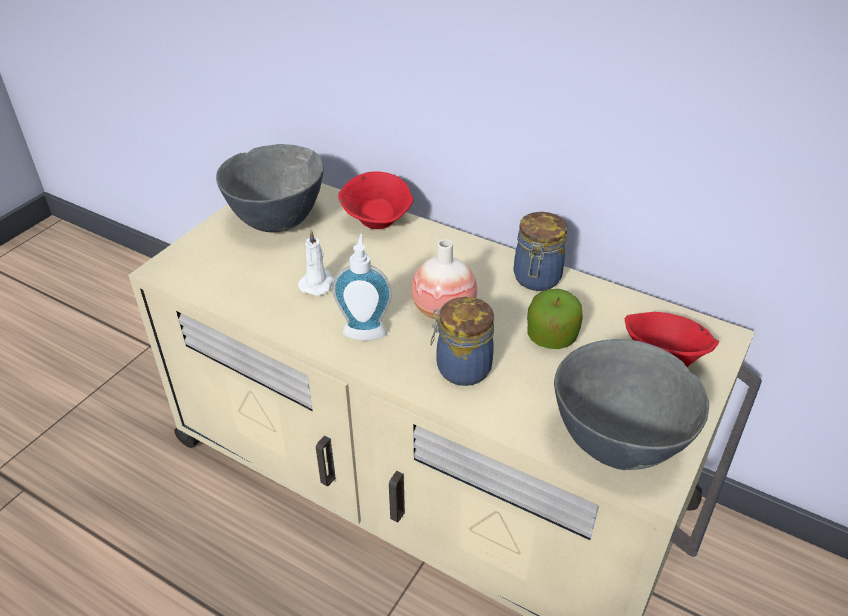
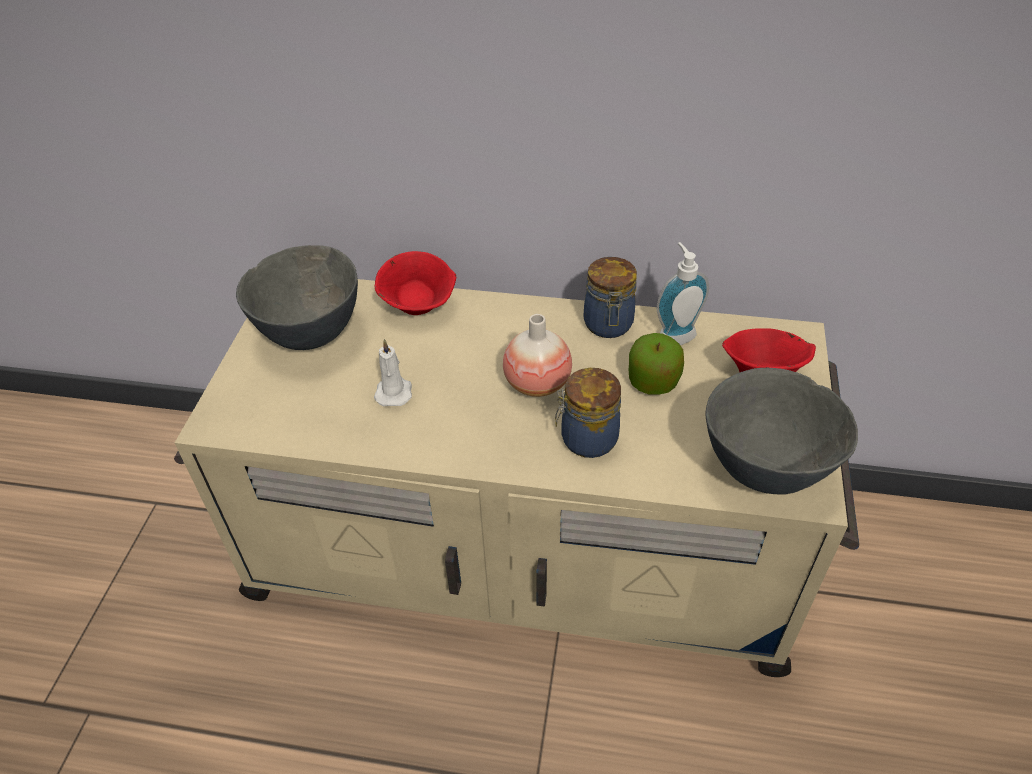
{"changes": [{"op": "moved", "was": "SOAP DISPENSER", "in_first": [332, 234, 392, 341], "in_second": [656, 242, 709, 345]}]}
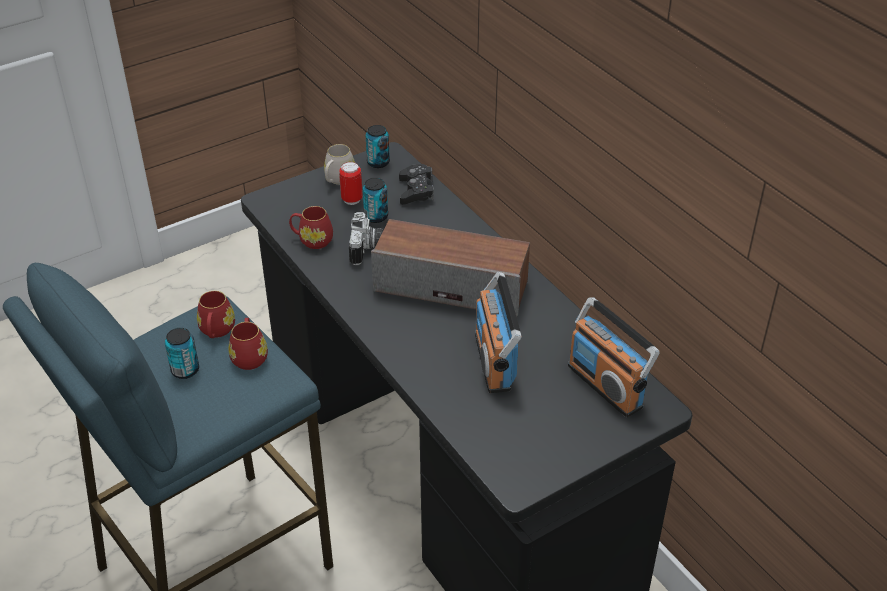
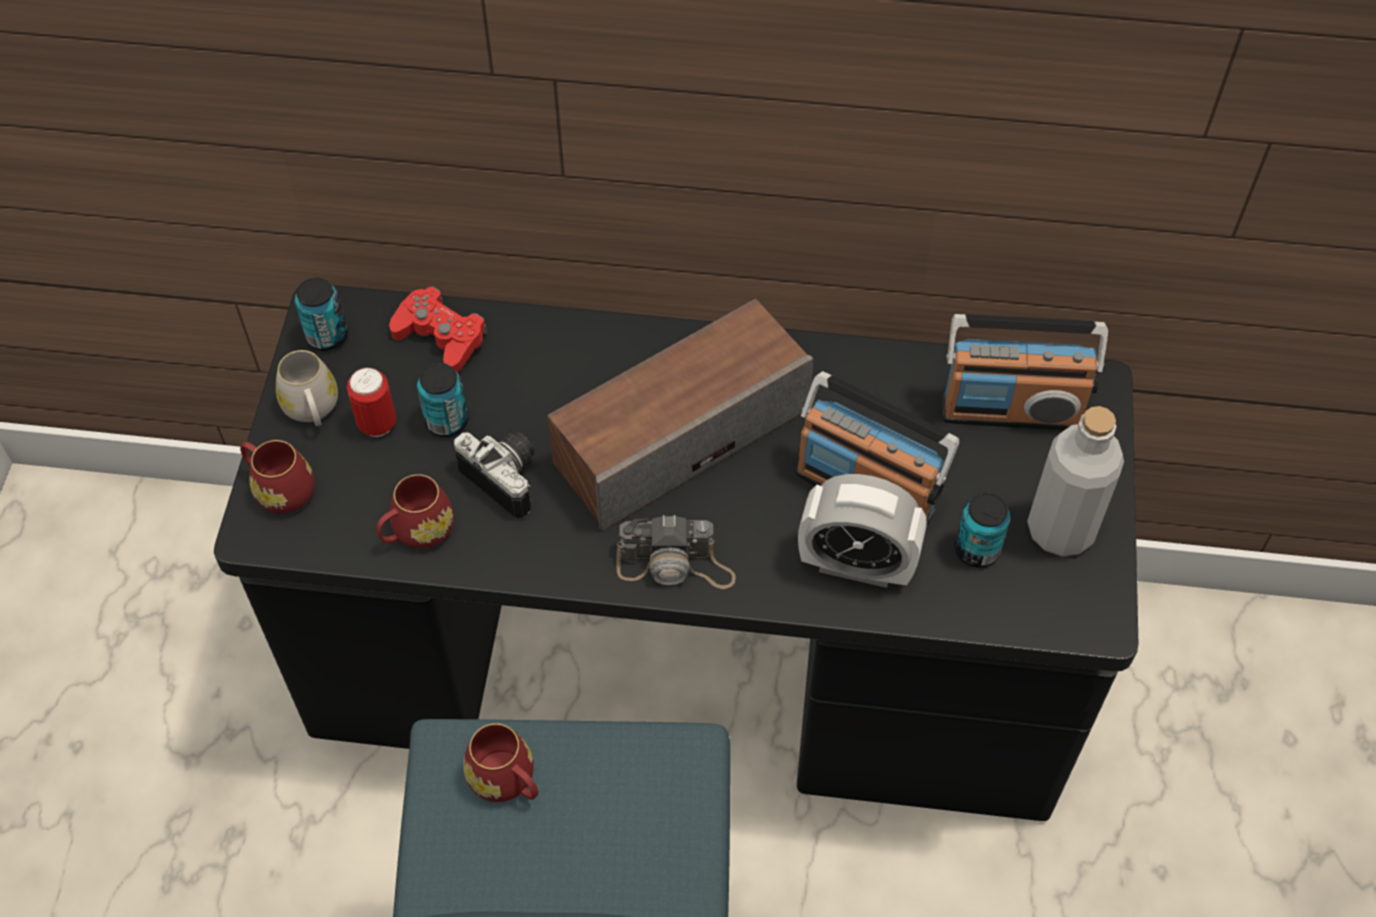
{"changes": [{"op": "recoloured", "was": "BLACK GAME CONTROLLER", "now": "RED GAME CONTROLLER", "in_first": [399, 164, 434, 205], "in_second": [389, 287, 487, 372]}, {"op": "moved", "was": "RED MUG", "in_first": [228, 318, 268, 370], "in_second": [240, 440, 314, 514]}, {"op": "moved", "was": "CAN", "in_first": [165, 328, 199, 379], "in_second": [954, 493, 1010, 568]}, {"op": "added", "now": "GREY BOTTLE", "in_second": [1027, 406, 1124, 556]}, {"op": "added", "now": "ALARM CLOCK", "in_second": [798, 474, 927, 588]}, {"op": "added", "now": "PHOTO CAMERA", "in_second": [616, 515, 736, 589]}]}
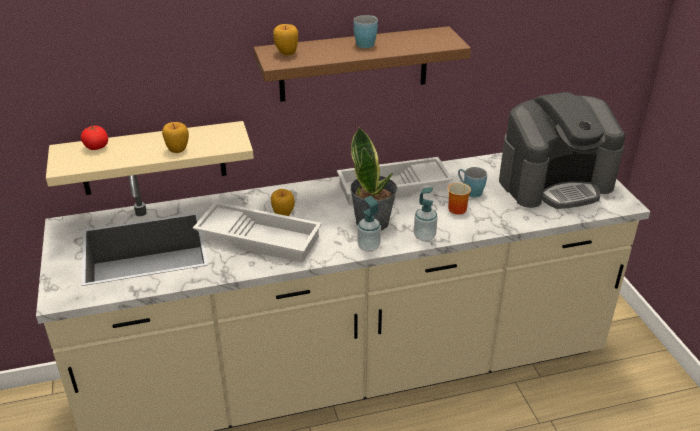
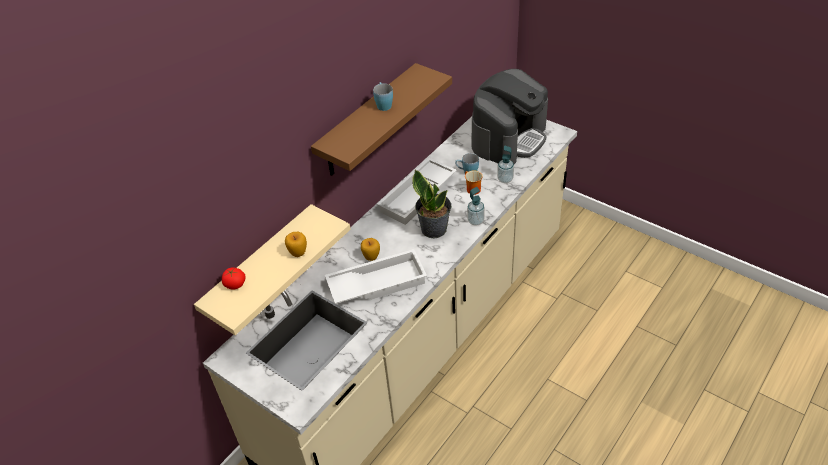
{"changes": [{"op": "removed", "was": "APPLE", "in_first": [273, 24, 298, 55]}, {"op": "moved", "was": "SOAP DISPENSER", "in_first": [357, 196, 381, 252], "in_second": [497, 146, 514, 183]}]}
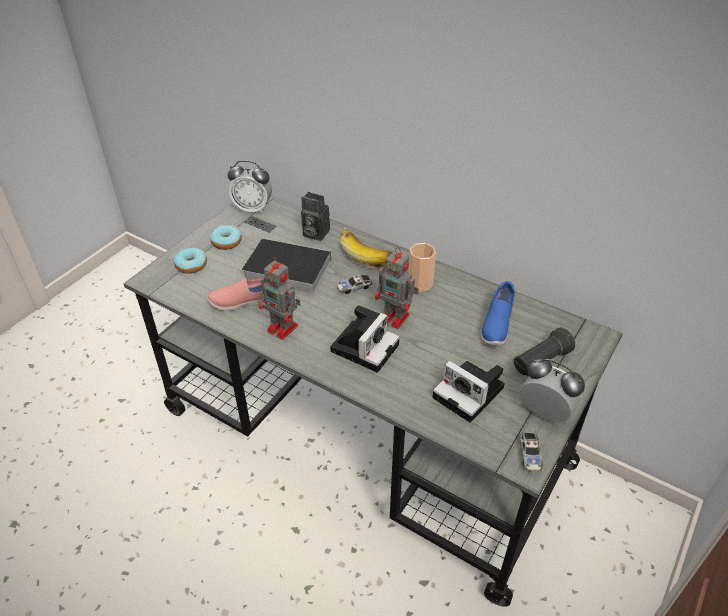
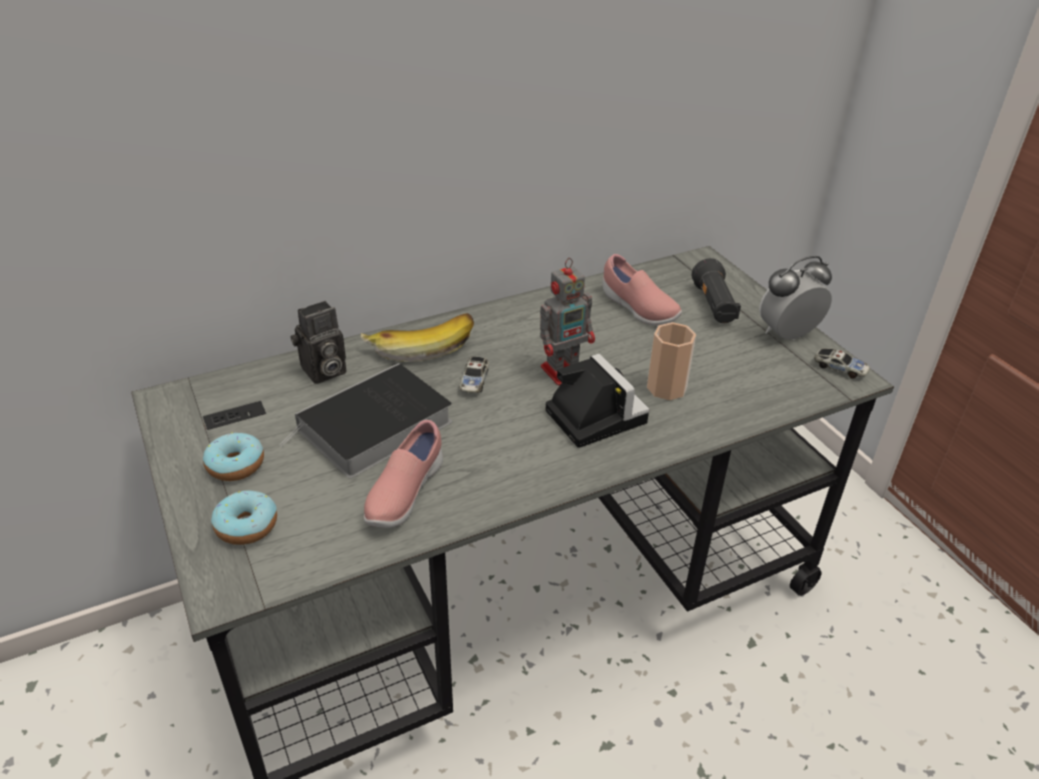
{"changes": [{"op": "removed", "was": "ALARM CLOCK", "in_first": [227, 160, 272, 214]}, {"op": "moved", "was": "CUP", "in_first": [408, 243, 436, 292], "in_second": [647, 322, 696, 400]}, {"op": "removed", "was": "TOY ROBOT", "in_first": [259, 258, 301, 340]}, {"op": "recoloured", "was": "BLUE SHOE", "now": "PINK SHOE", "in_first": [481, 281, 515, 345], "in_second": [602, 254, 682, 326]}, {"op": "removed", "was": "PHOTO CAMERA", "in_first": [432, 361, 505, 423]}]}
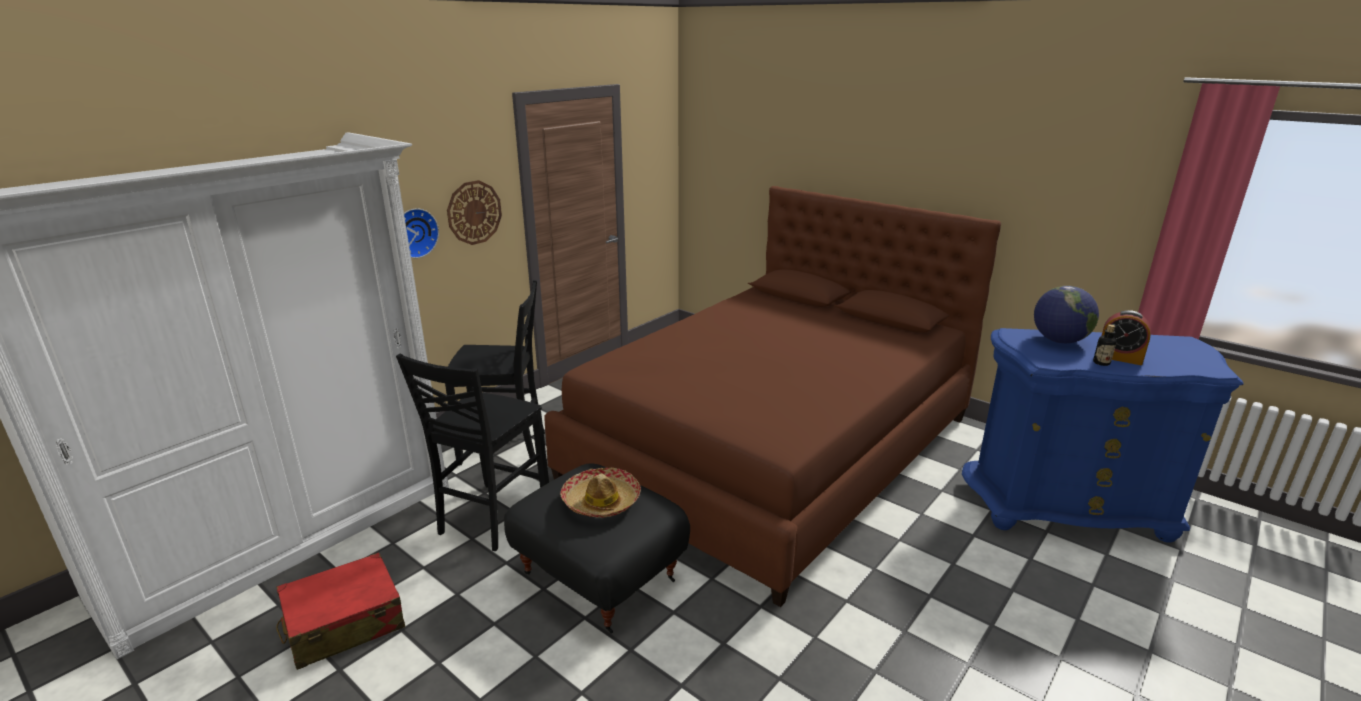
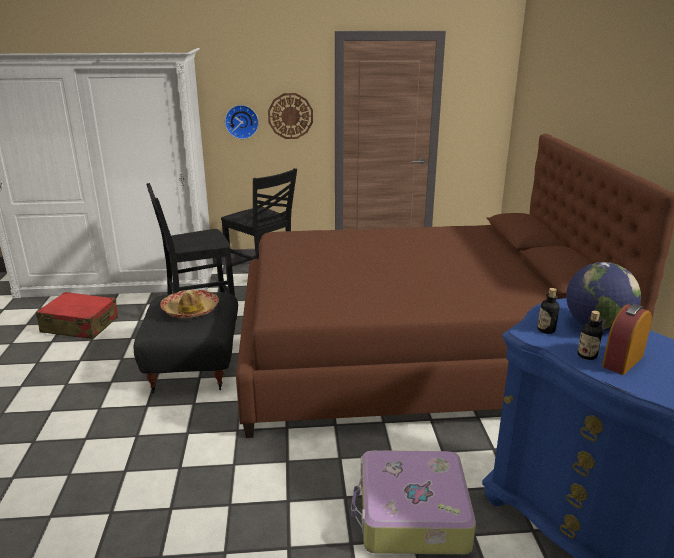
{"changes": [{"op": "turned", "was": "ALARM CLOCK", "in_first": [1102, 310, 1151, 365], "in_second": [602, 304, 652, 375], "clockwise": 60}, {"op": "added", "now": "BOTTLE", "in_second": [537, 288, 560, 334]}, {"op": "added", "now": "SUITCASE", "in_second": [351, 450, 476, 555]}]}
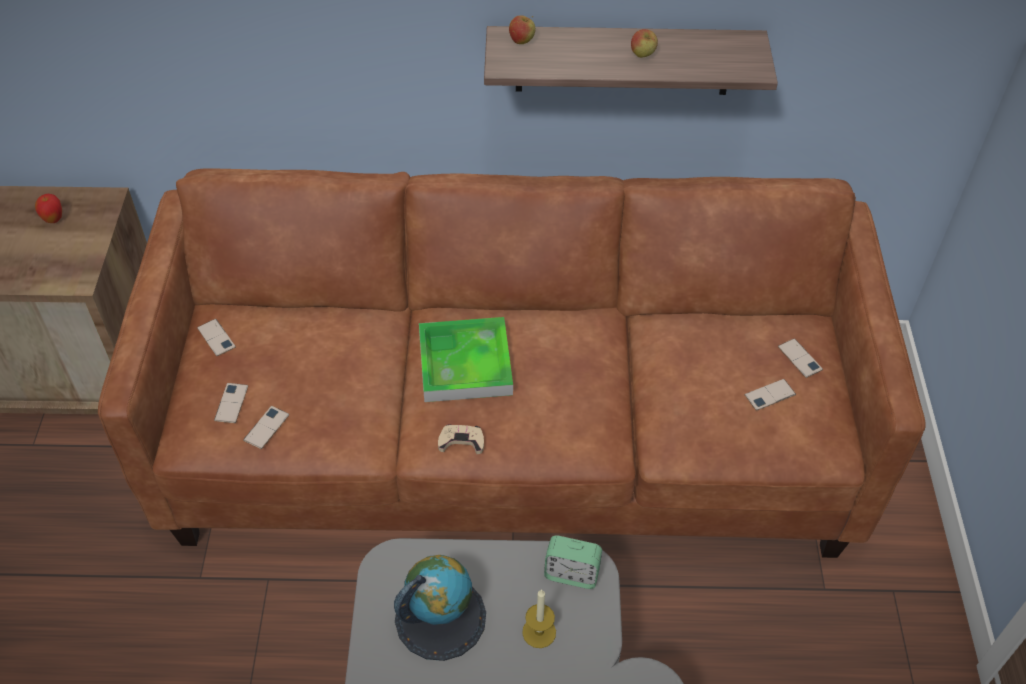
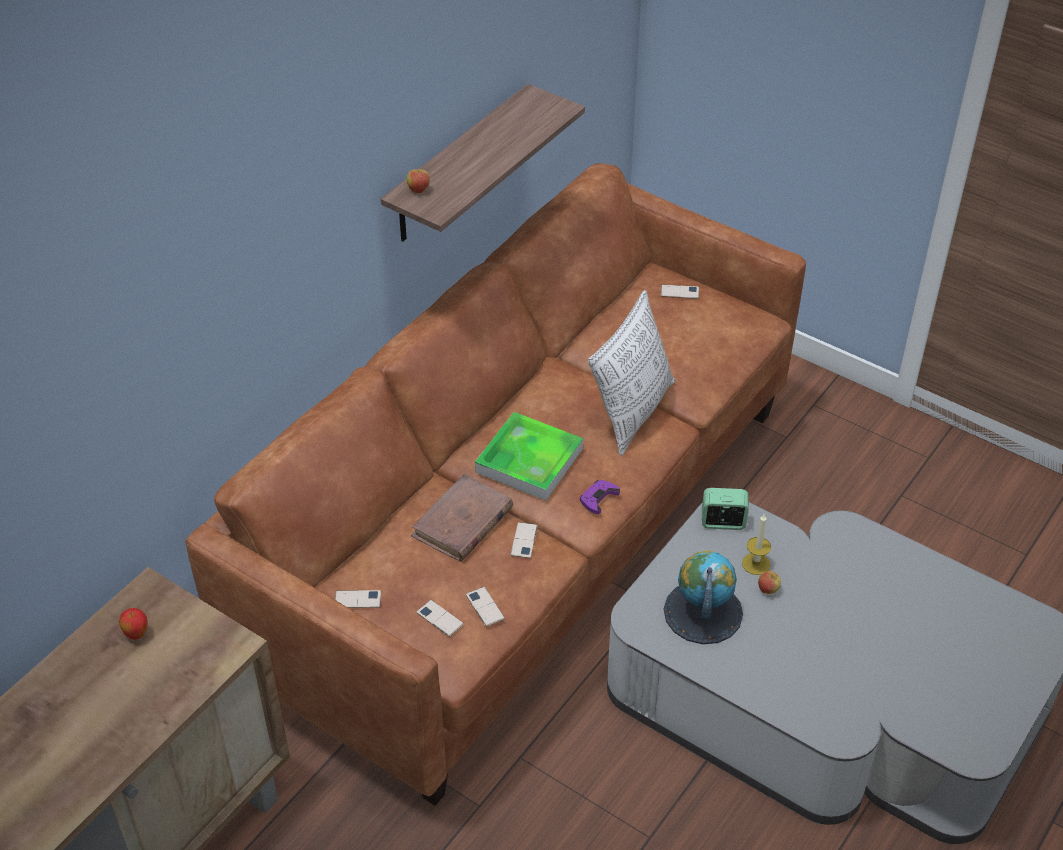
{"changes": [{"op": "moved", "was": "APPLE", "in_first": [631, 29, 658, 58], "in_second": [758, 571, 781, 594]}, {"op": "moved", "was": "PHONE", "in_first": [745, 379, 796, 411], "in_second": [510, 522, 538, 558]}, {"op": "recoloured", "was": "BEIGE GAME CONTROLLER", "now": "PURPLE GAME CONTROLLER", "in_first": [438, 424, 484, 454], "in_second": [580, 480, 620, 514]}, {"op": "turned", "was": "ALARM CLOCK", "in_first": [544, 535, 602, 589], "in_second": [702, 488, 749, 530], "clockwise": -135}, {"op": "added", "now": "PILLOW", "in_second": [588, 290, 675, 456]}, {"op": "added", "now": "BROWN BOOK", "in_second": [411, 474, 513, 562]}]}
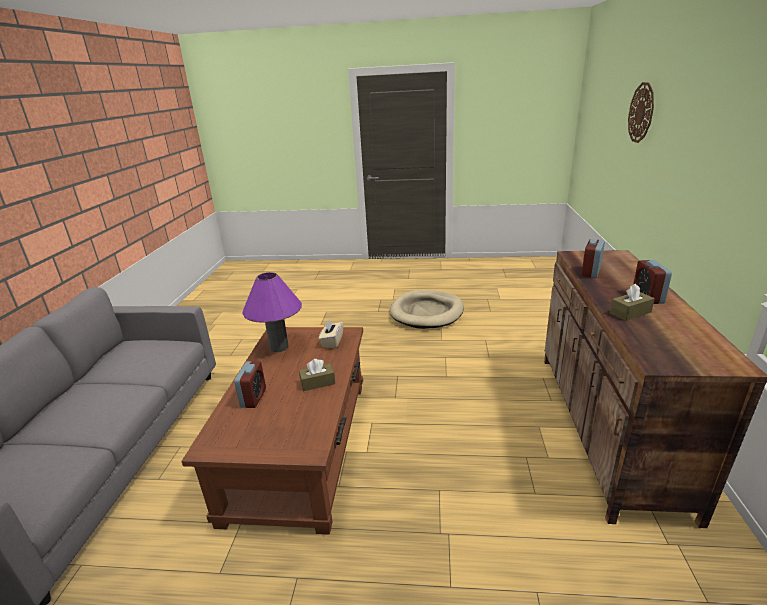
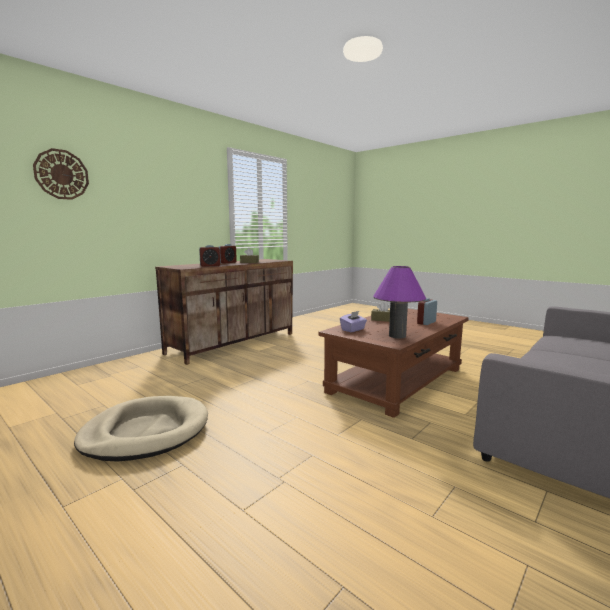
{"changes": [{"op": "recoloured", "was": "BEIGE TISSUE BOX", "now": "PURPLE TISSUE BOX", "in_first": [318, 319, 343, 348], "in_second": [340, 311, 367, 332]}]}
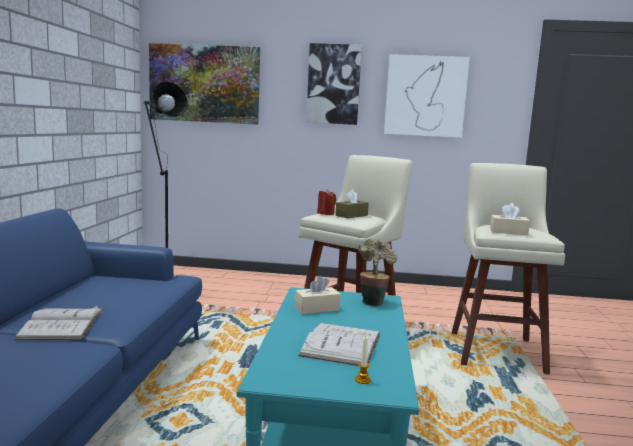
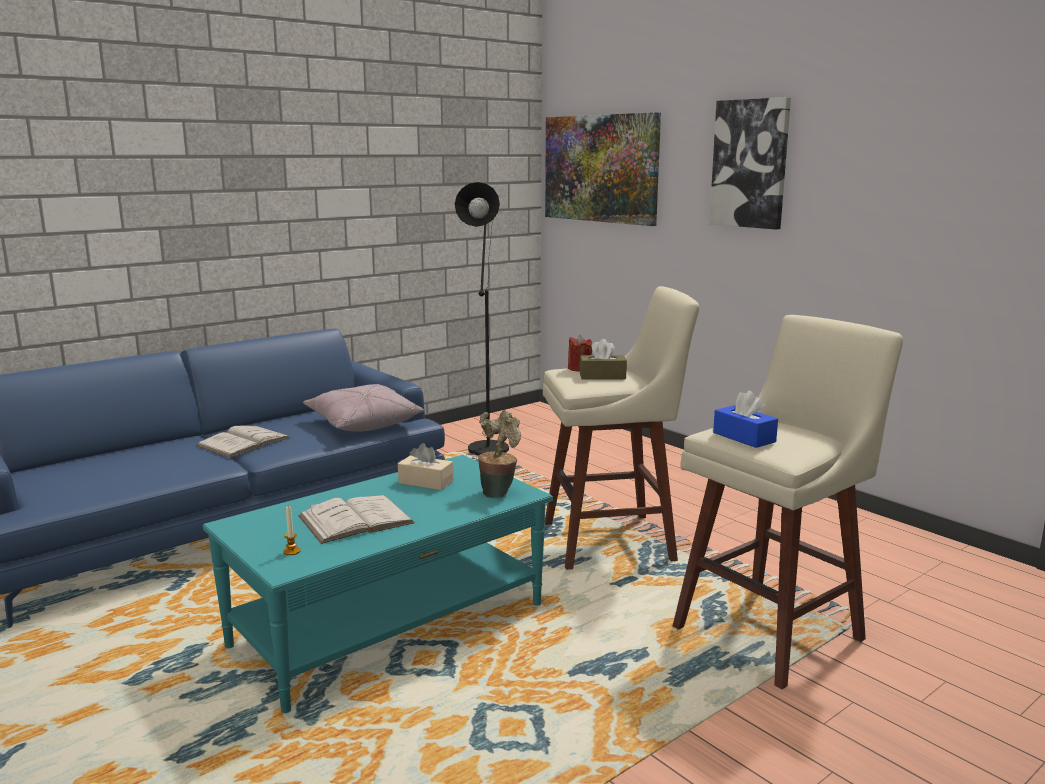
{"changes": [{"op": "removed", "was": "PICTURE", "in_first": [384, 54, 470, 138]}, {"op": "recoloured", "was": "BEIGE TISSUE BOX", "now": "BLUE TISSUE BOX", "in_first": [490, 203, 530, 235], "in_second": [713, 391, 778, 448]}, {"op": "added", "now": "PURPLE PILLOW", "in_second": [303, 384, 424, 432]}]}
